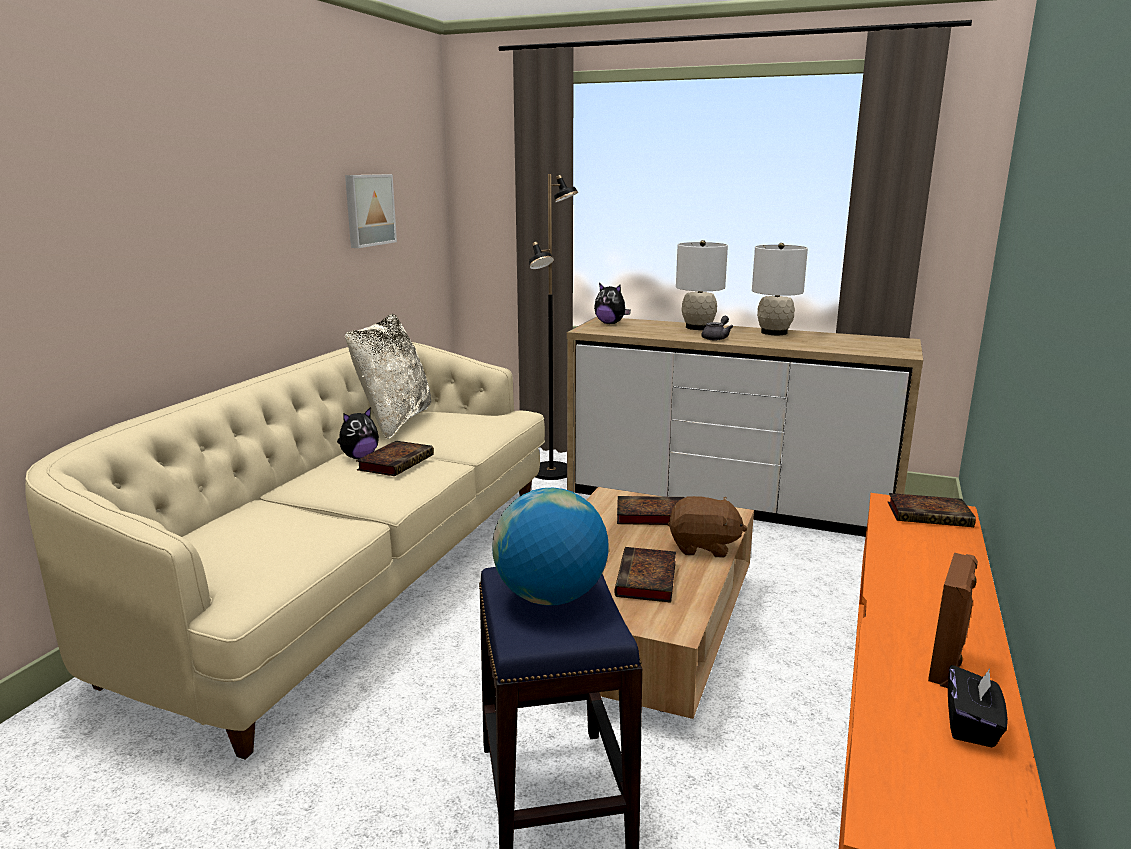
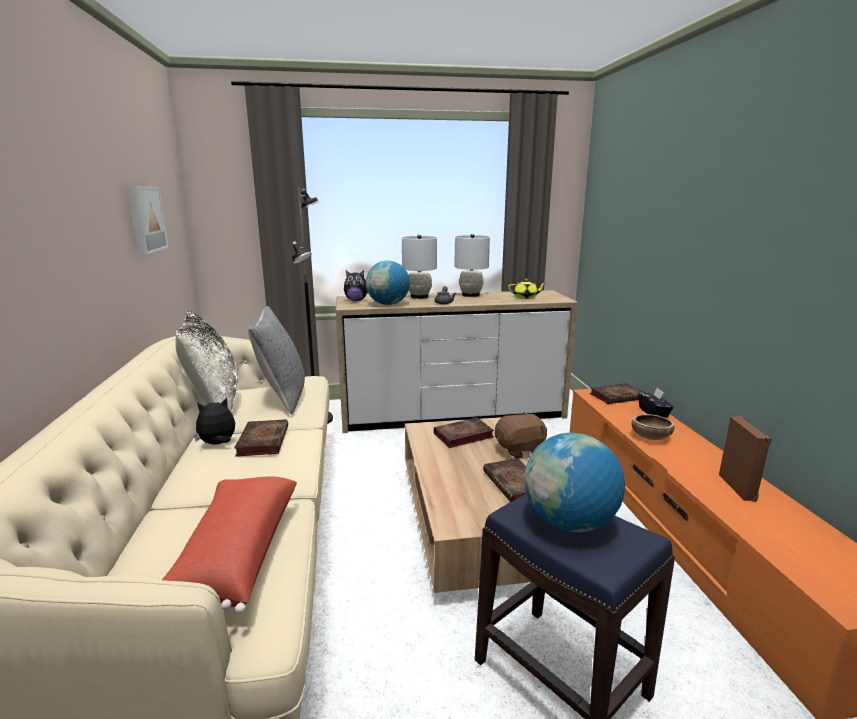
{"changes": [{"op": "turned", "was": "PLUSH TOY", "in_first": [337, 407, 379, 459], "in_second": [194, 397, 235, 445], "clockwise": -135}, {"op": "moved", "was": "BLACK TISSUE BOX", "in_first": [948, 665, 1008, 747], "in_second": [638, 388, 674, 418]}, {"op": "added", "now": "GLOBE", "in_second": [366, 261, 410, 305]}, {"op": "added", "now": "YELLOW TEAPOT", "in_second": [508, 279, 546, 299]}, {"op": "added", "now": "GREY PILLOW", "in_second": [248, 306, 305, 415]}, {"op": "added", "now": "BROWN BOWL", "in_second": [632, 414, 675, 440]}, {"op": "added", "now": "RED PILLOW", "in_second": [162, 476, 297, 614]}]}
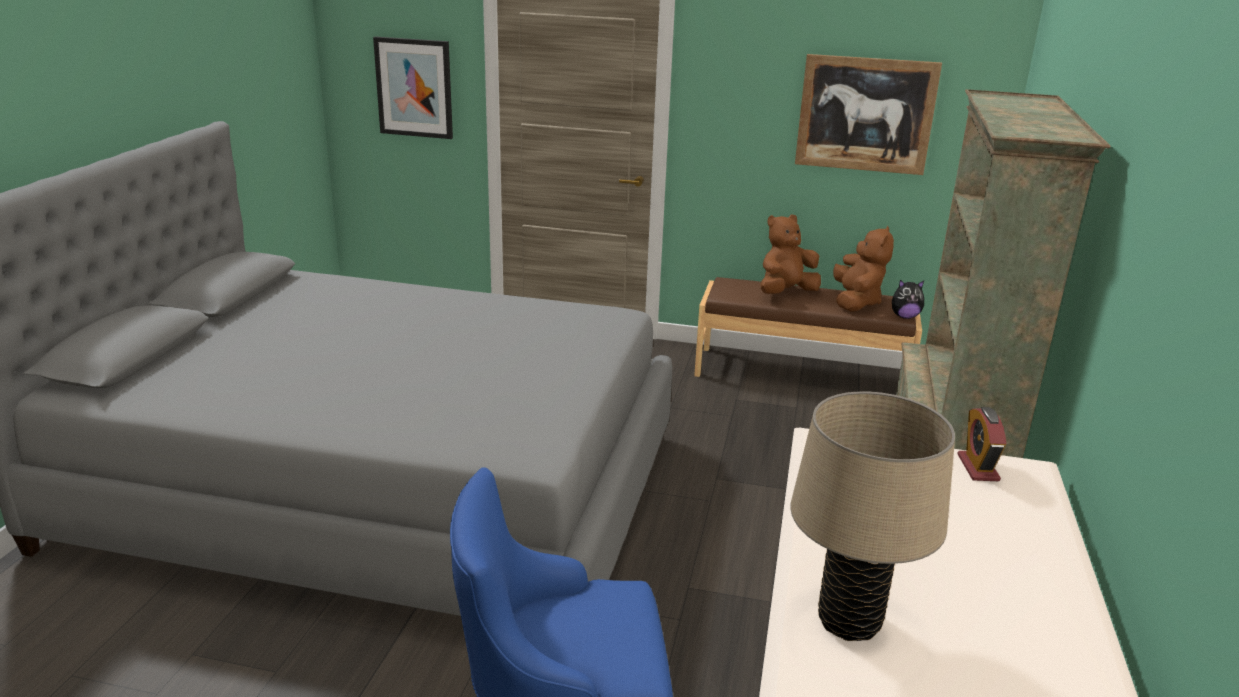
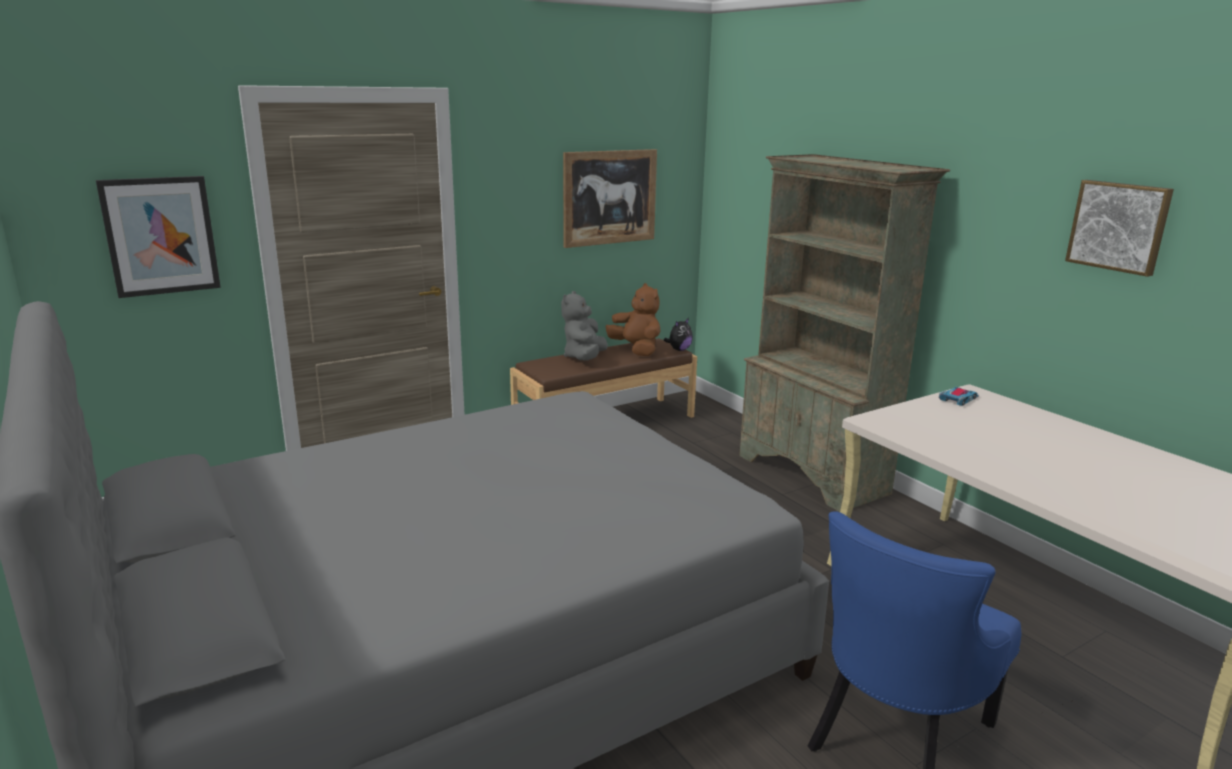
{"changes": [{"op": "recoloured", "was": "BROWN PLUSH TOY", "now": "GREY PLUSH TOY", "in_first": [760, 214, 821, 294], "in_second": [561, 291, 608, 361]}, {"op": "removed", "was": "BEIGE TABLE LAMP", "in_first": [790, 391, 955, 641]}, {"op": "replaced", "was": "ALARM CLOCK", "now": "TOY CAR", "in_first": [957, 407, 1006, 481], "in_second": [939, 387, 979, 406]}, {"op": "added", "now": "PICTURE", "in_second": [1065, 180, 1174, 277]}]}
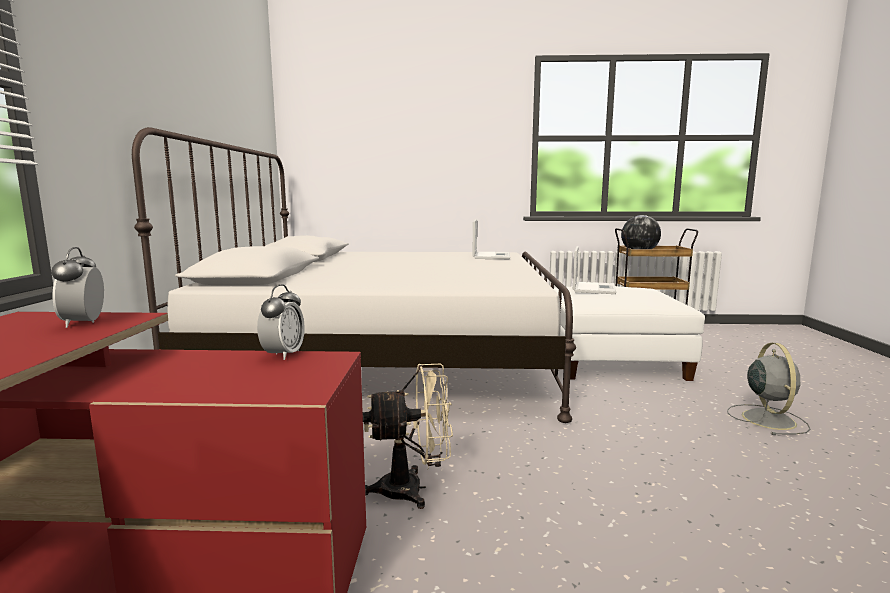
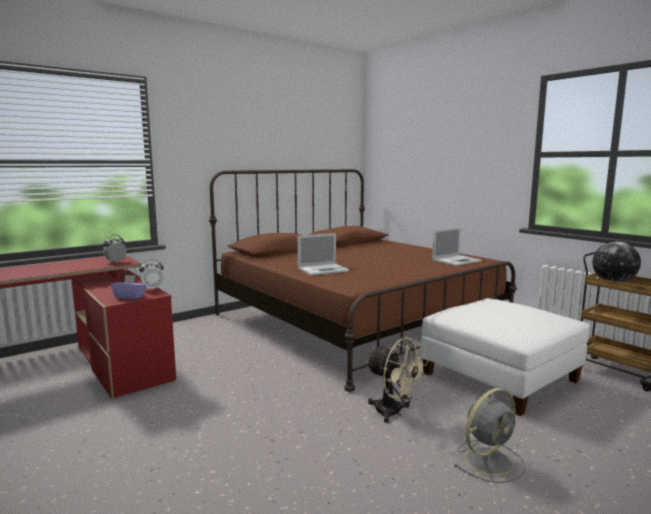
{"changes": [{"op": "recoloured", "was": "WHITE BED", "now": "BROWN BED", "in_first": [132, 127, 576, 423], "in_second": [209, 169, 517, 391]}, {"op": "moved", "was": "LAPTOP", "in_first": [573, 246, 616, 294], "in_second": [298, 233, 350, 276]}, {"op": "moved", "was": "BEIGE FAN", "in_first": [363, 364, 453, 509], "in_second": [366, 337, 429, 423]}, {"op": "added", "now": "PURPLE TISSUE BOX", "in_second": [111, 275, 146, 300]}]}
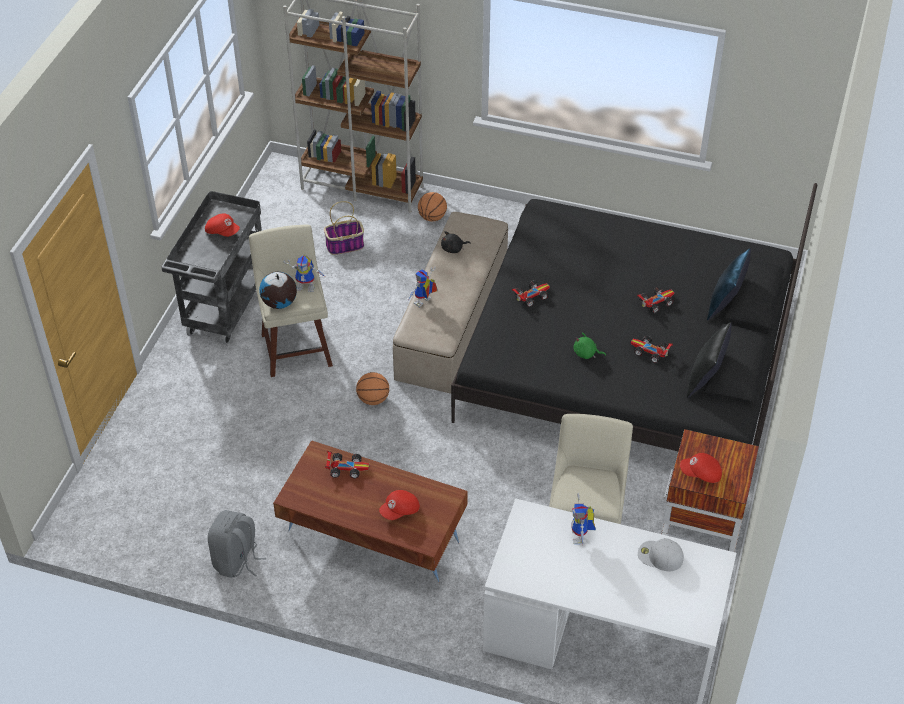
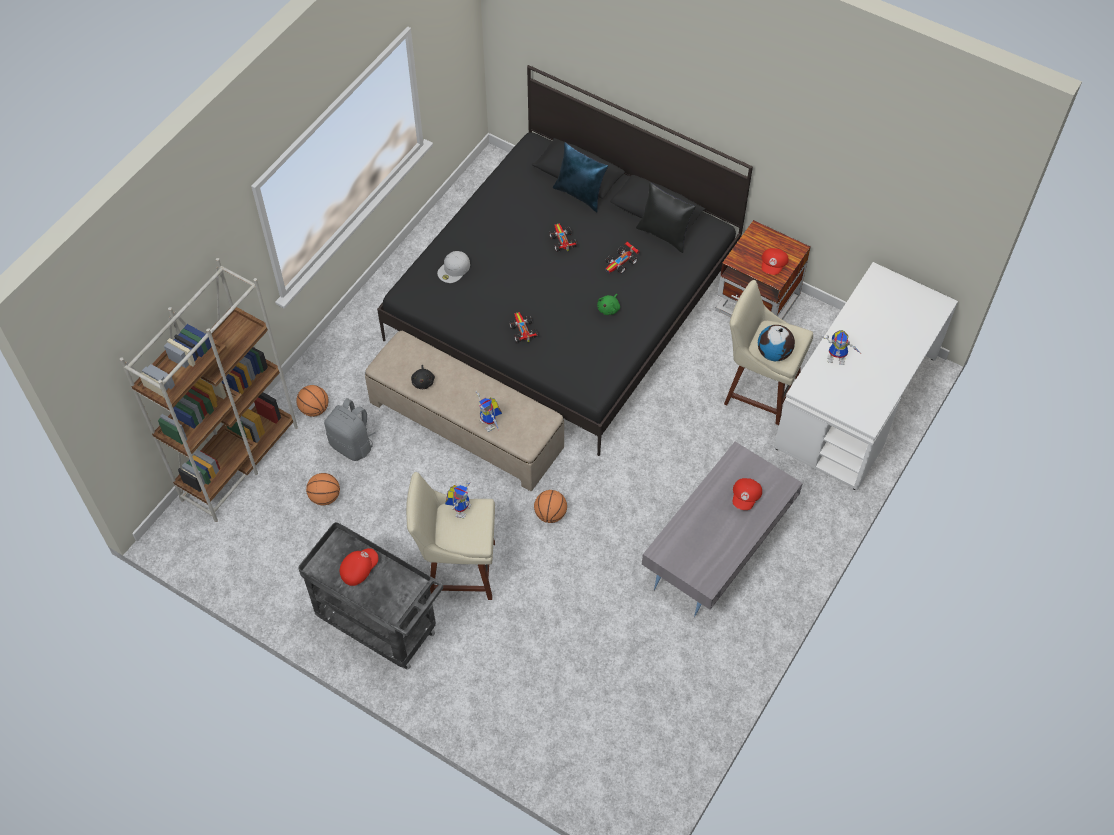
{"changes": [{"op": "replaced", "was": "BASKET", "now": "BASKETBALL", "in_first": [324, 201, 364, 255], "in_second": [306, 473, 340, 505]}, {"op": "moved", "was": "GLOBE", "in_first": [259, 272, 297, 309], "in_second": [758, 325, 795, 361]}, {"op": "recoloured", "was": "BROWN COFFEE TABLE", "now": "GREY COFFEE TABLE", "in_first": [273, 440, 468, 583], "in_second": [642, 442, 803, 618]}, {"op": "removed", "was": "TOY CAR", "in_first": [325, 451, 369, 478]}, {"op": "turned", "was": "RED CAP", "in_first": [379, 490, 420, 520], "in_second": [733, 478, 762, 510], "clockwise": 45}, {"op": "moved", "was": "GREY BACKPACK", "in_first": [208, 510, 266, 578], "in_second": [324, 398, 376, 461]}, {"op": "moved", "was": "WHITE CAP", "in_first": [638, 538, 684, 571], "in_second": [437, 251, 470, 283]}]}
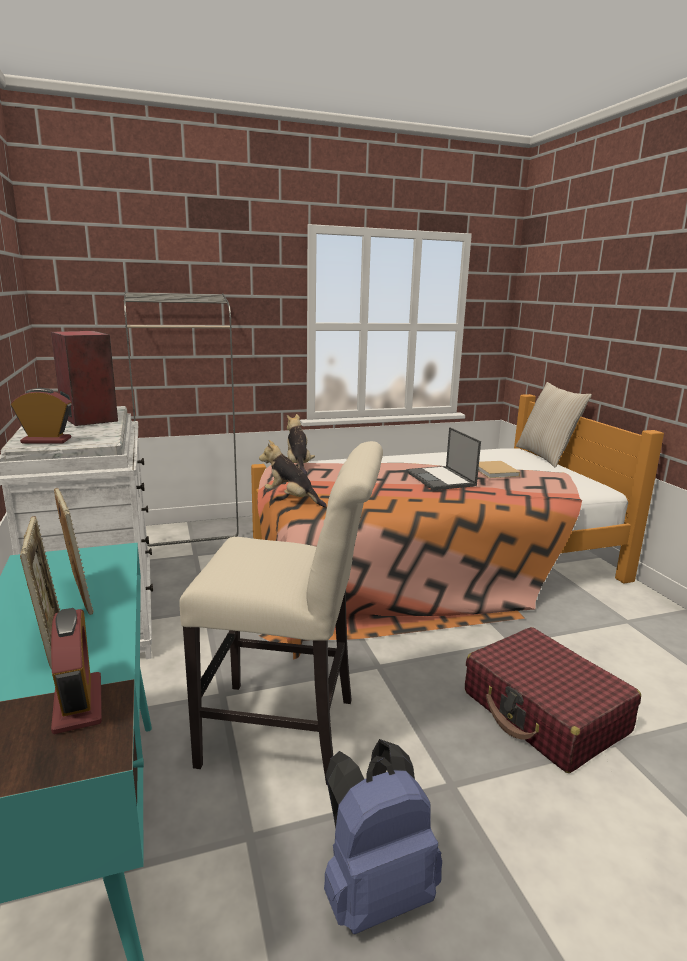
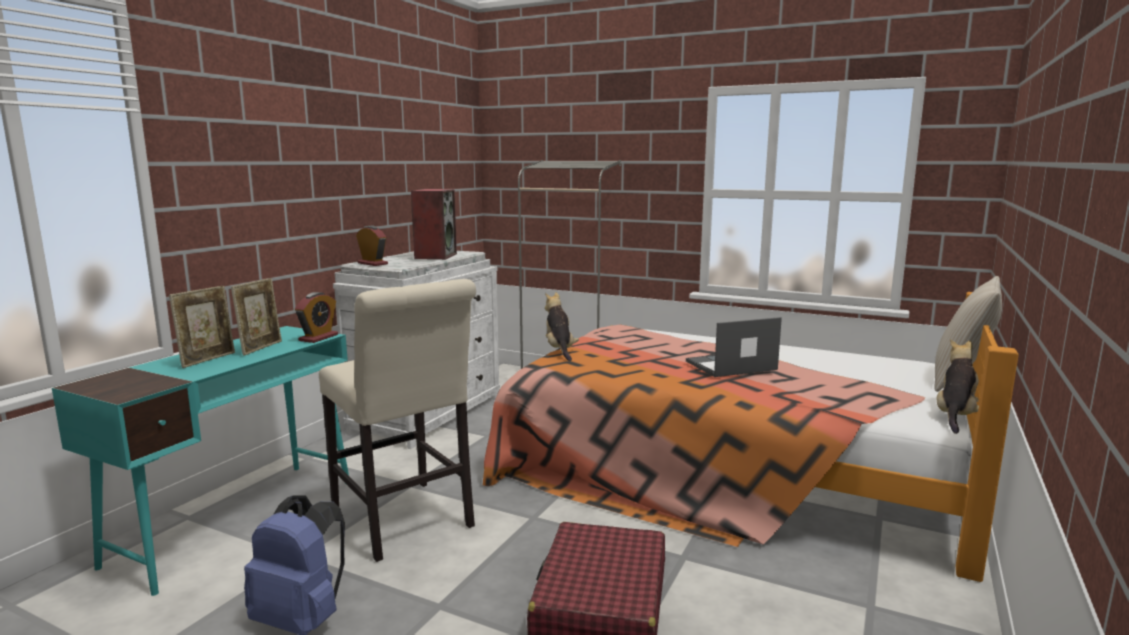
{"changes": [{"op": "moved", "was": "PLUSH TOY", "in_first": [287, 414, 315, 475], "in_second": [936, 339, 979, 434]}, {"op": "turned", "was": "LAPTOP", "in_first": [406, 427, 481, 490], "in_second": [686, 317, 782, 377], "clockwise": 45}, {"op": "removed", "was": "BEIGE BOOK", "in_first": [478, 461, 520, 478]}, {"op": "moved", "was": "ALARM CLOCK", "in_first": [51, 608, 102, 734], "in_second": [295, 292, 338, 343]}]}
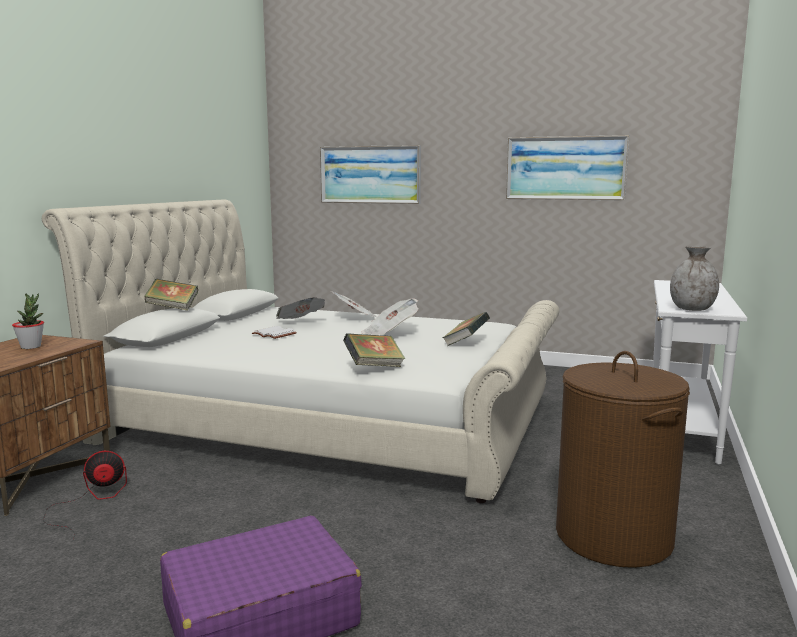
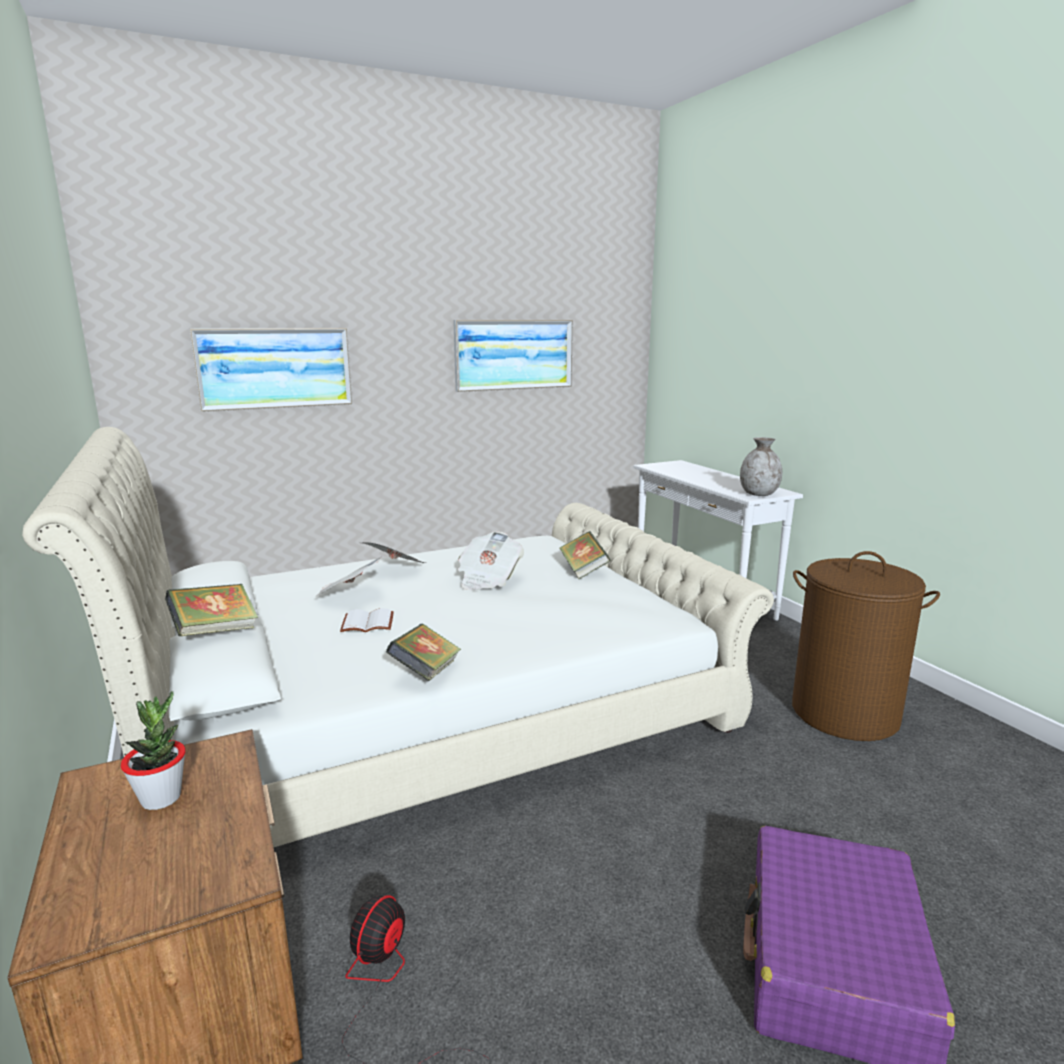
{"changes": [{"op": "moved", "was": "BOOK", "in_first": [343, 333, 405, 367], "in_second": [386, 624, 461, 681]}]}
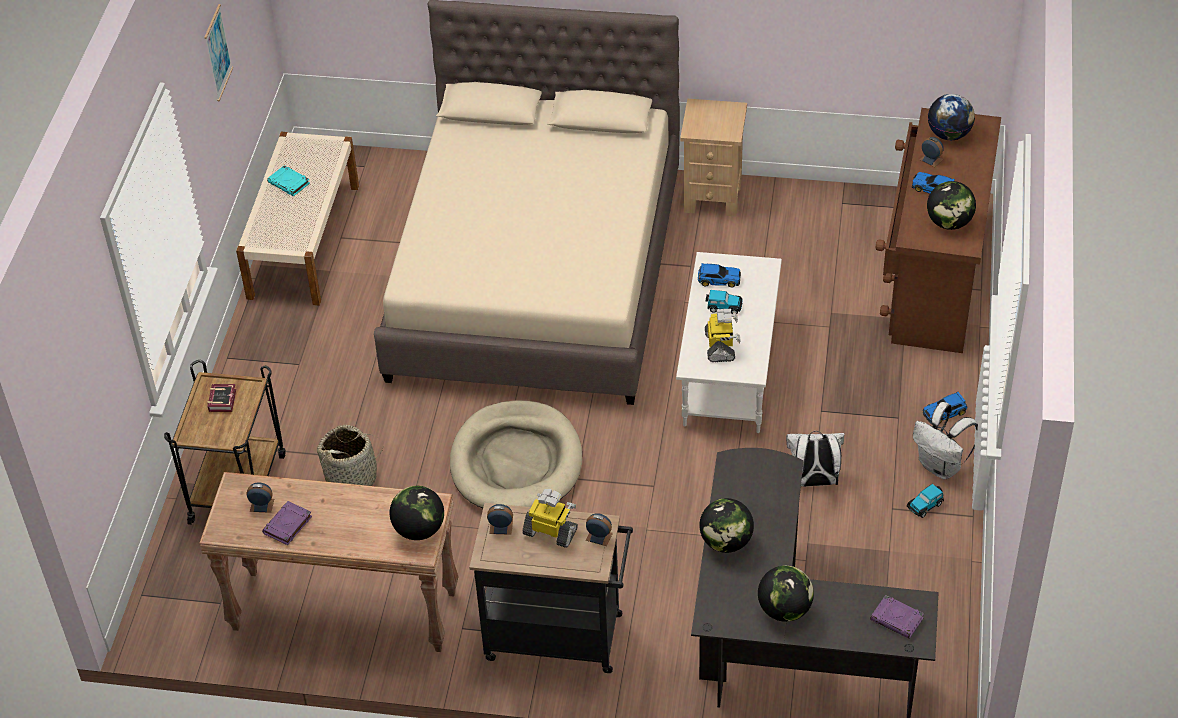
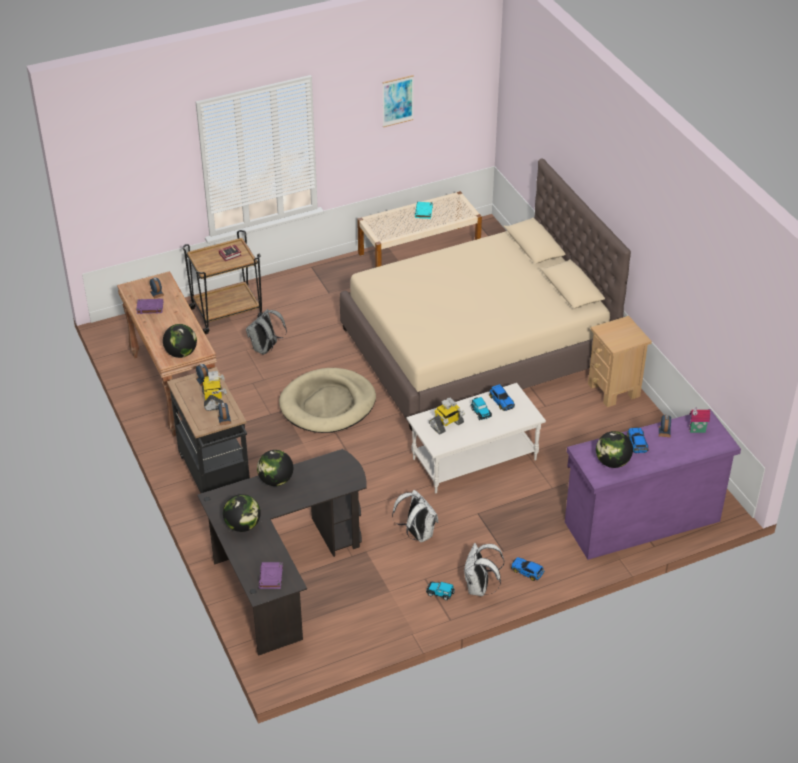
{"changes": [{"op": "replaced", "was": "GLOBE", "now": "TOY HOUSE", "in_first": [928, 94, 975, 140], "in_second": [689, 407, 710, 433]}, {"op": "recoloured", "was": "BROWN DRESSER", "now": "PURPLE DRESSER", "in_first": [875, 108, 1001, 353], "in_second": [565, 409, 741, 560]}, {"op": "replaced", "was": "BASKET", "now": "GREY BACKPACK", "in_first": [317, 425, 384, 486], "in_second": [246, 309, 287, 354]}]}
